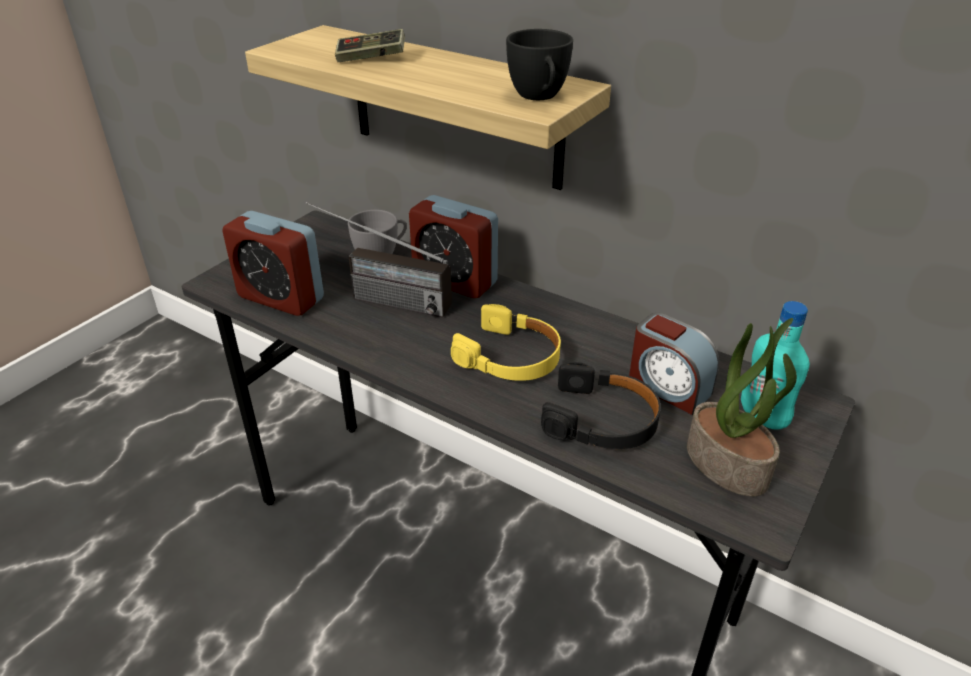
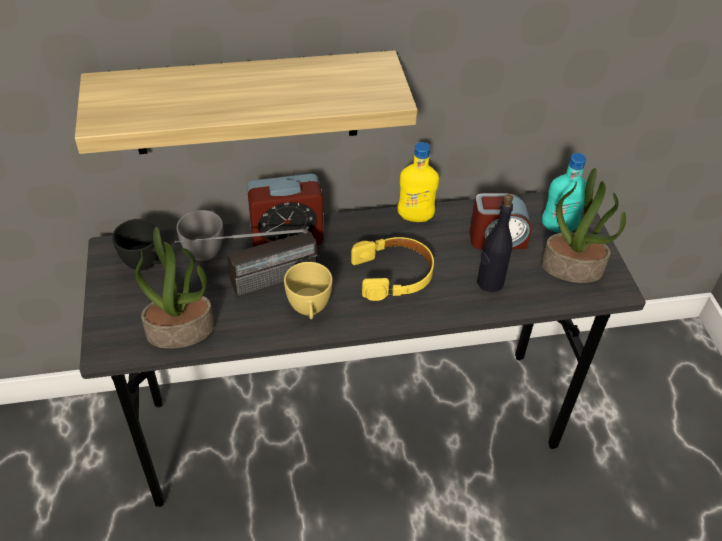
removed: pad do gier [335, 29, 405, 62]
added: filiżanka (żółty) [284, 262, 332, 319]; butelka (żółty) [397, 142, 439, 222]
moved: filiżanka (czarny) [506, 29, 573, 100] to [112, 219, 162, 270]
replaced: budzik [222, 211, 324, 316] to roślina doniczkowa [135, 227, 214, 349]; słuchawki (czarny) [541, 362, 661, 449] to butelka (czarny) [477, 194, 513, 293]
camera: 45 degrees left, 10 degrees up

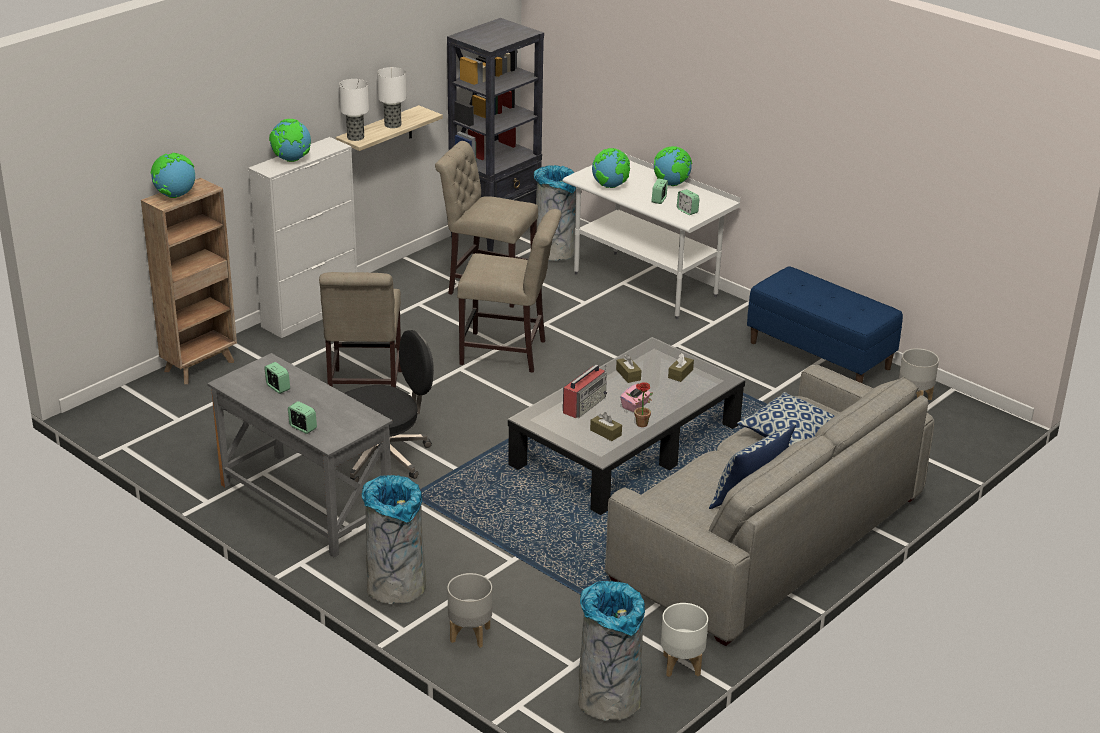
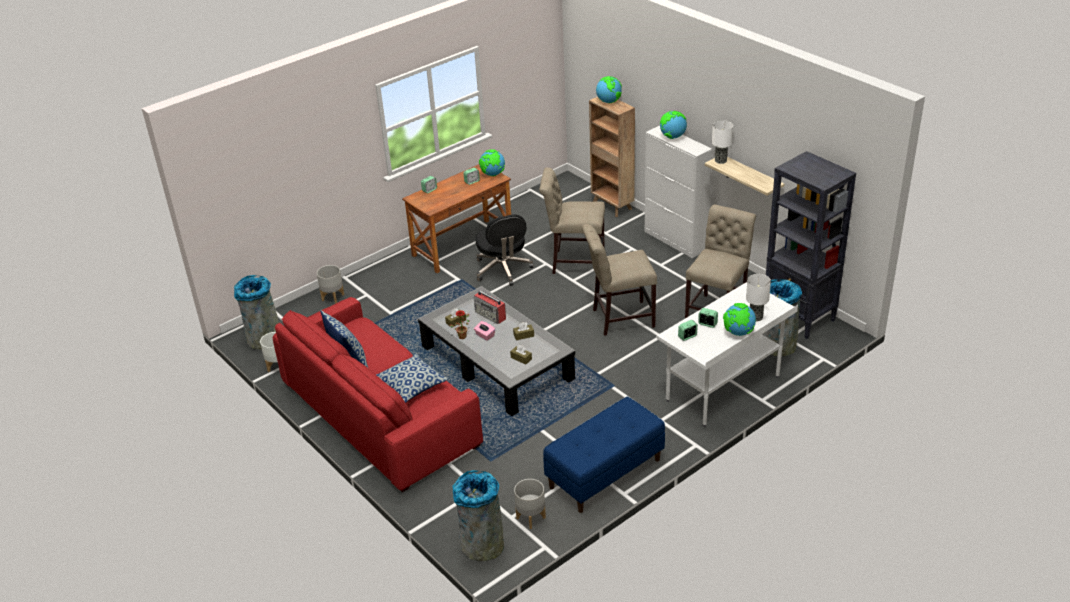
moved: kosz na śmieci (szary) [362, 475, 426, 604] to [452, 470, 504, 561]; lampa stołowa [377, 67, 406, 128] to [746, 274, 771, 321]; globus [592, 148, 630, 188] to [479, 149, 505, 176]
recoloured: biurko (szary) [207, 353, 393, 557] to biurko (brązowy) [402, 164, 511, 273]; kanapa (szary) [605, 365, 934, 646] to kanapa (czerwony) [273, 297, 483, 492]
turned: krzesło (beżowy) [457, 209, 562, 373] = [582, 224, 657, 336] 60 degrees clockwise
camera: 100 degrees right, 5 degrees up

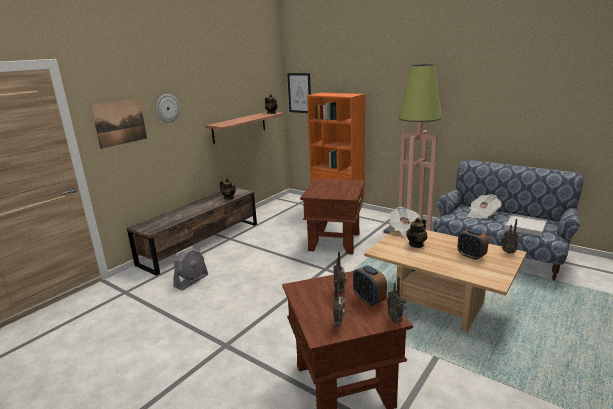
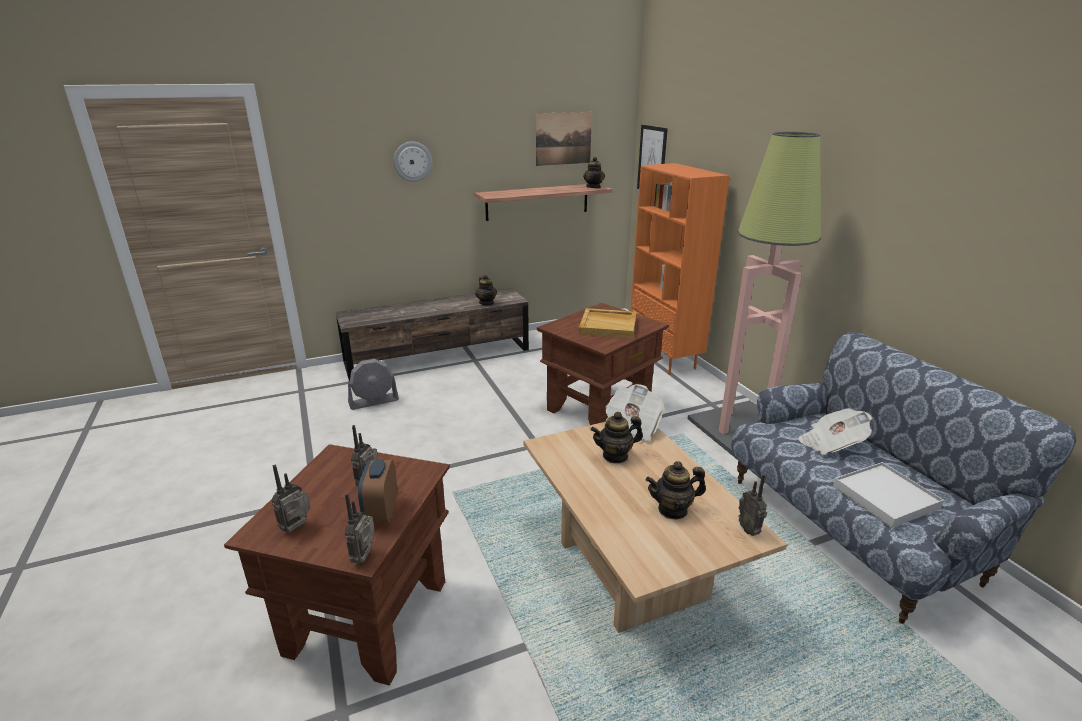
added: taca (beżowy) [579, 308, 636, 338]
moved: obraz [90, 99, 147, 149] to [535, 112, 592, 166]
replaced: budzik [457, 229, 489, 260] to imbryk [646, 461, 706, 519]
camera: 30 degrees right, 5 degrees up

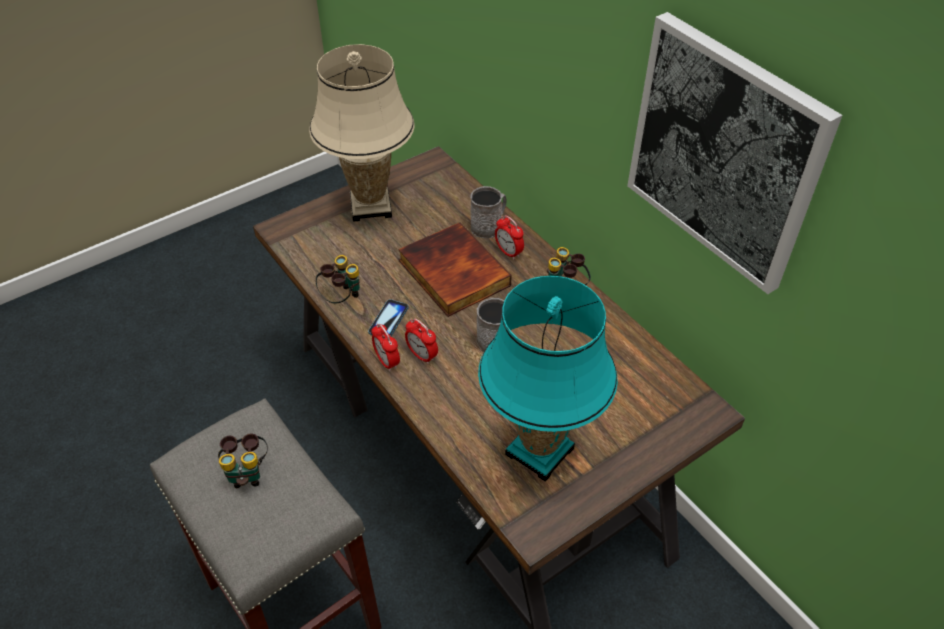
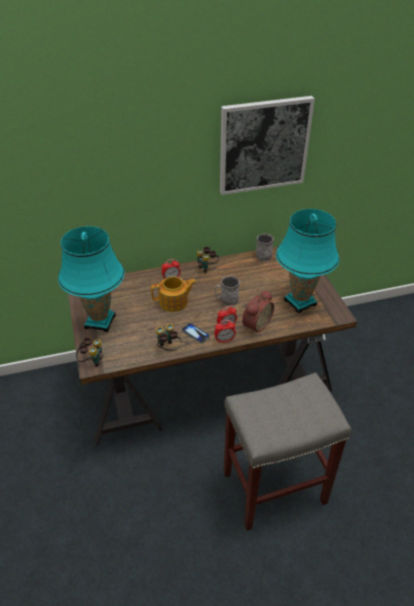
added: budzik [242, 290, 274, 334]
moved: lornetka [218, 434, 268, 488] to [76, 337, 104, 367]; kubek (szary) [470, 186, 506, 238] to [256, 233, 274, 261]
replaced: książka [398, 222, 512, 317] to imbryk [151, 276, 196, 312]
recoloured: lampa stołowa (beżowy) [309, 44, 415, 222] to lampa stołowa (turkusowy) [58, 226, 125, 332]
camera: 70 degrees left, 5 degrees down

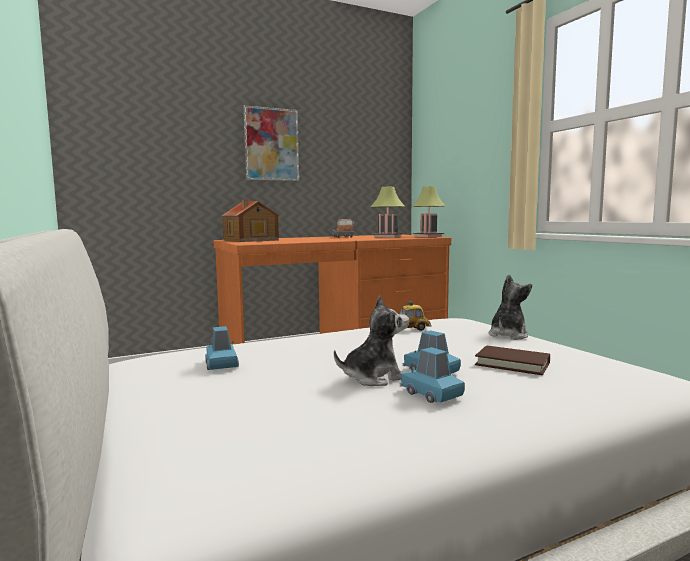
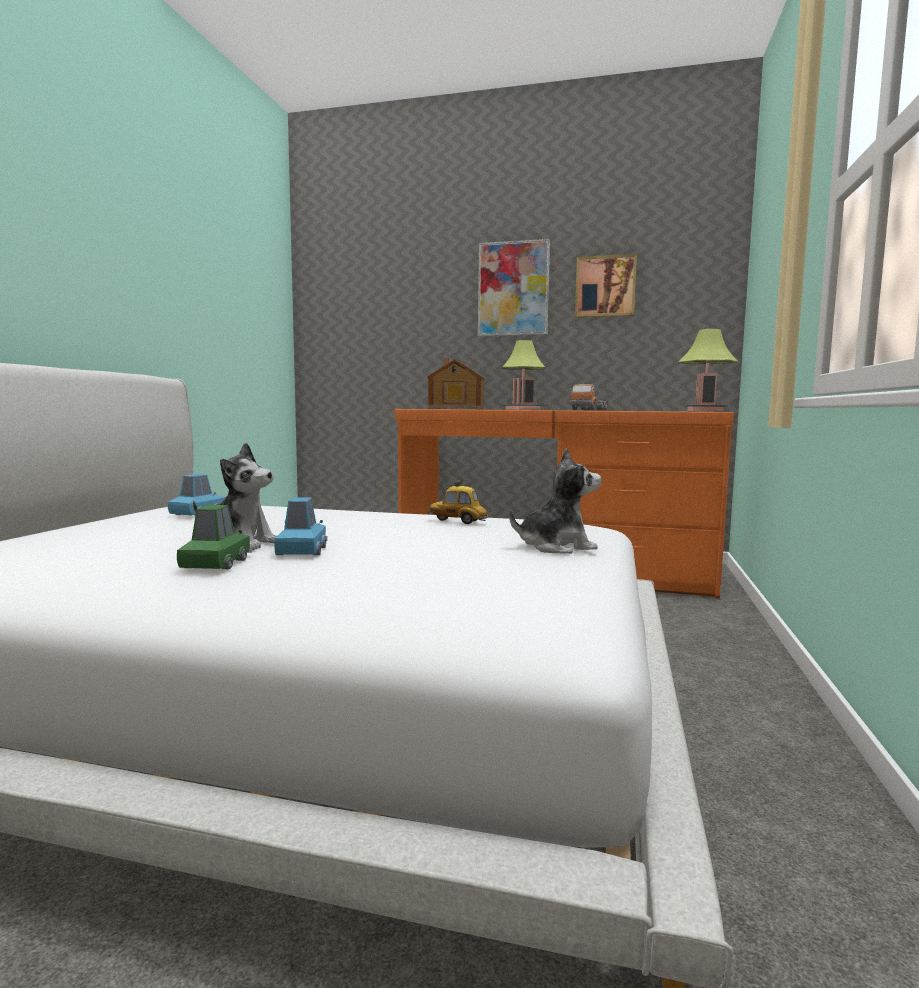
removed: książka (brązowy) [475, 346, 550, 375]
added: obraz [575, 254, 637, 317]
moved: lampa stołowa [370, 187, 405, 238] to [502, 340, 545, 410]
recoloured: samochodzik (niebieski) [400, 347, 465, 403] to samochodzik (zielony) [177, 505, 252, 569]
camera: 40 degrees right, 0 degrees up

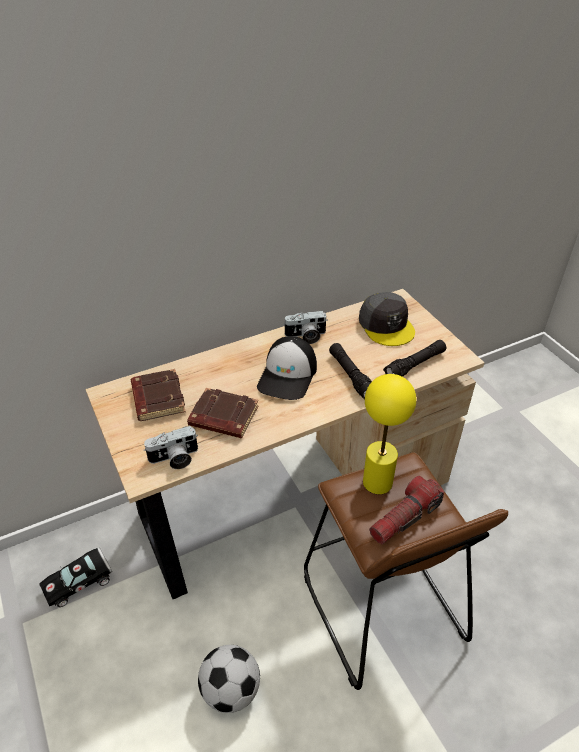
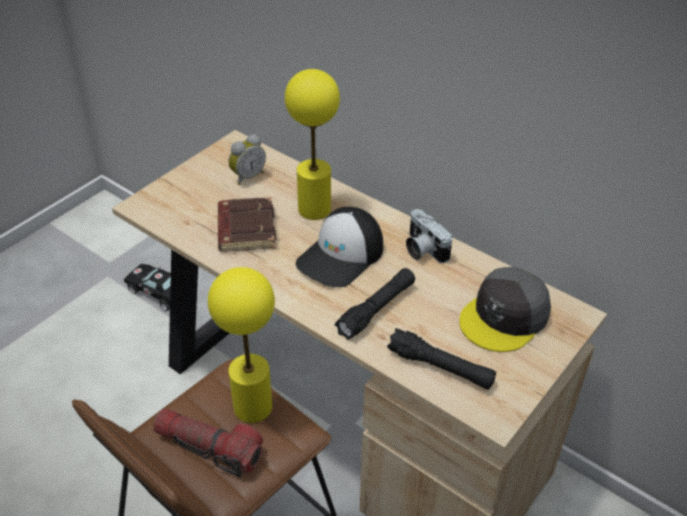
removed: aparat fotograficzny [144, 426, 198, 469]; piłka futbolowa [198, 645, 260, 713]
added: lampa stołowa (żółty) [285, 69, 340, 220]
replaced: książka (brązowy) [131, 369, 186, 421] to budzik [229, 134, 266, 185]
turned: czapka z daszkiem [257, 336, 317, 400] = [296, 207, 383, 287] 45 degrees counterclockwise
camera: 65 degrees right, 0 degrees up

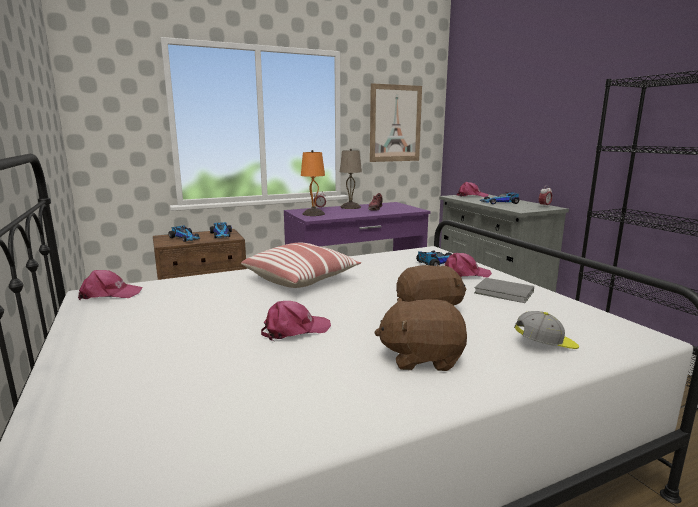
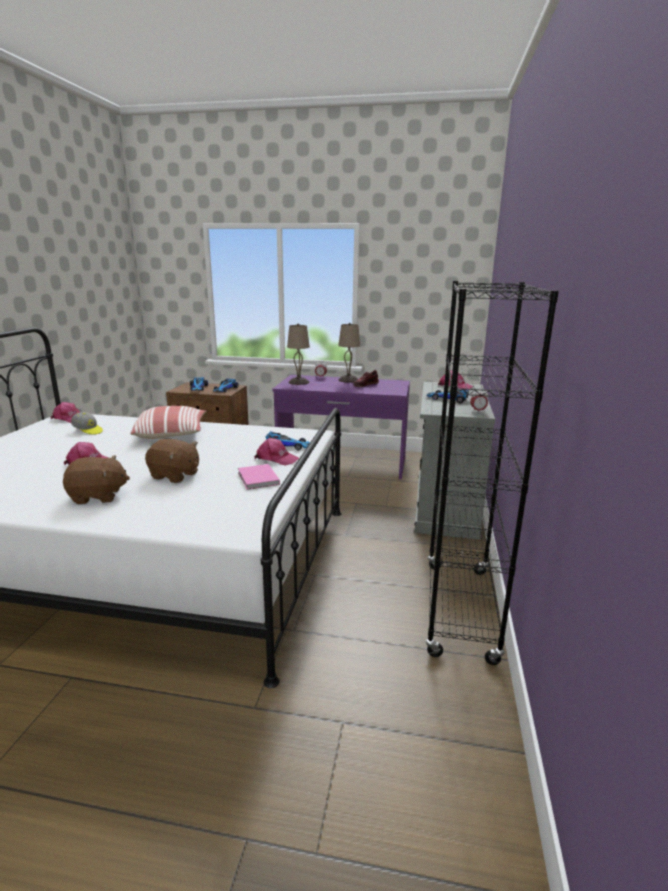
removed: obraz [370, 83, 422, 162]
moved: czapka z daszkiem [514, 311, 579, 349] to [71, 412, 103, 435]
recoloured: lampa stołowa (pomarańczowy) [301, 150, 325, 216] to lampa stołowa (beżowy) [287, 324, 310, 385]; książka (szary) [474, 278, 534, 303] to książka (różowy) [238, 464, 280, 490]
turned: pluszak (brązowy) [374, 298, 467, 371] = [63, 455, 130, 504] 135 degrees clockwise
camera: 35 degrees right, 5 degrees up

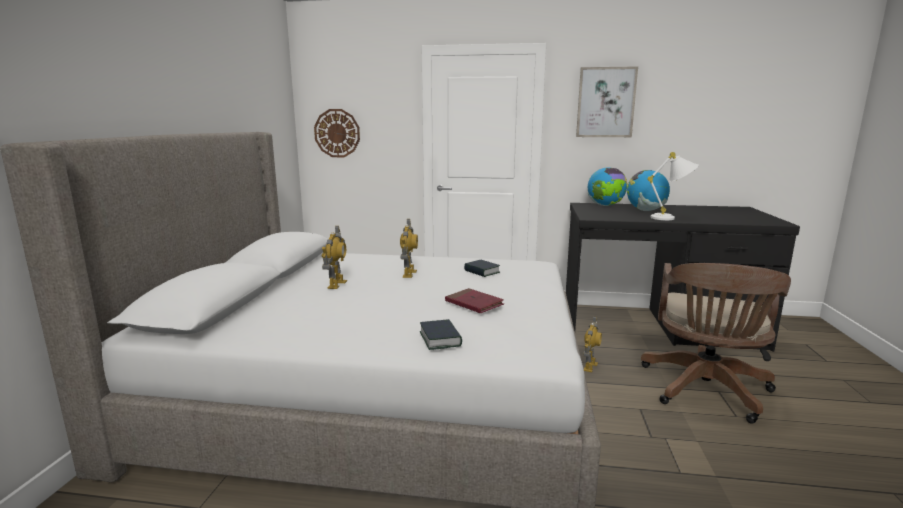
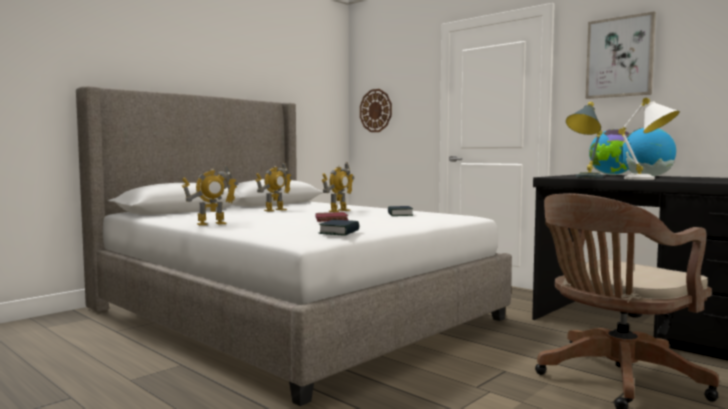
added: lampa stołowa (szary) [566, 102, 603, 178]
moved: książka [420, 319, 462, 350] to [318, 220, 359, 236]; robot zabawkowy [583, 316, 602, 372] to [182, 164, 239, 225]
camera: 35 degrees right, 10 degrees down

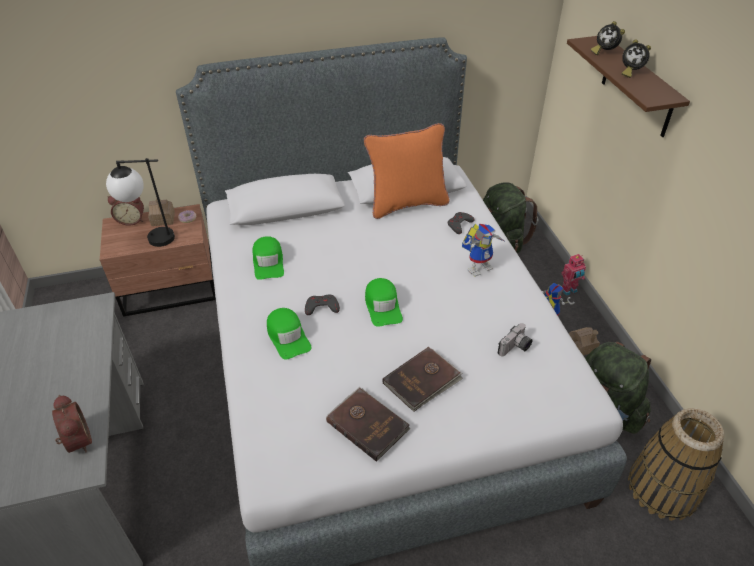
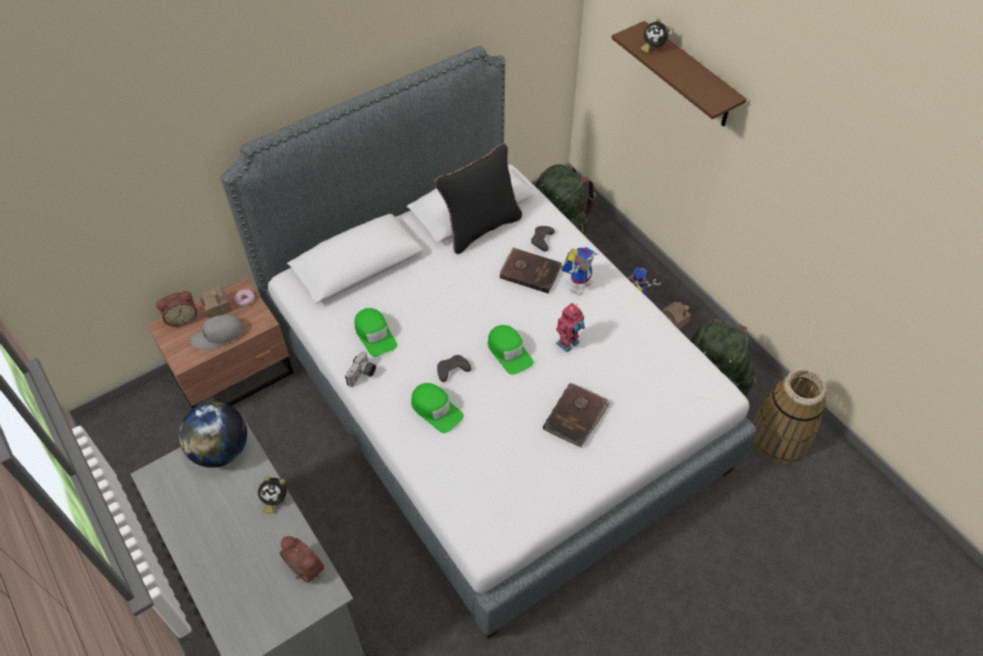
added: globus [179, 402, 247, 468]
moved: książka (brązowy) [326, 387, 411, 462] to [500, 247, 562, 294]; aparat fotograficzny [498, 323, 532, 357] to [345, 351, 376, 387]; robot zabawkowy [562, 254, 586, 296] to [556, 303, 585, 353]; budzik [621, 39, 651, 78] to [258, 476, 287, 514]
replaced: lampa stołowa [106, 158, 175, 247] to czapka z daszkiem (szary) [191, 314, 244, 350]
recoloured: poduszka (pomarańczowy) [364, 123, 449, 219] to poduszka (czarny) [434, 143, 522, 254]
camera: 20 degrees left, 10 degrees up

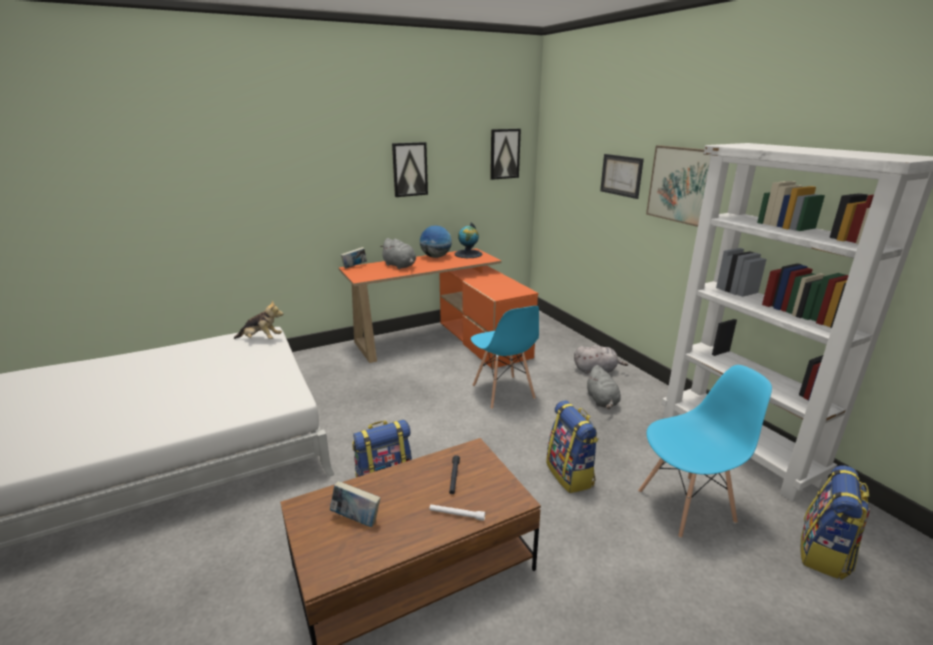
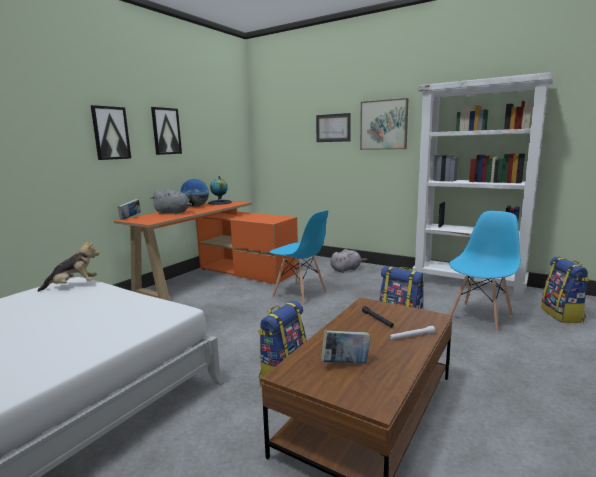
removed: pluszak (szary) [586, 365, 620, 409]
moved: obraz [490, 129, 521, 180] to [91, 105, 131, 160]
camera: 30 degrees left, 10 degrees down

